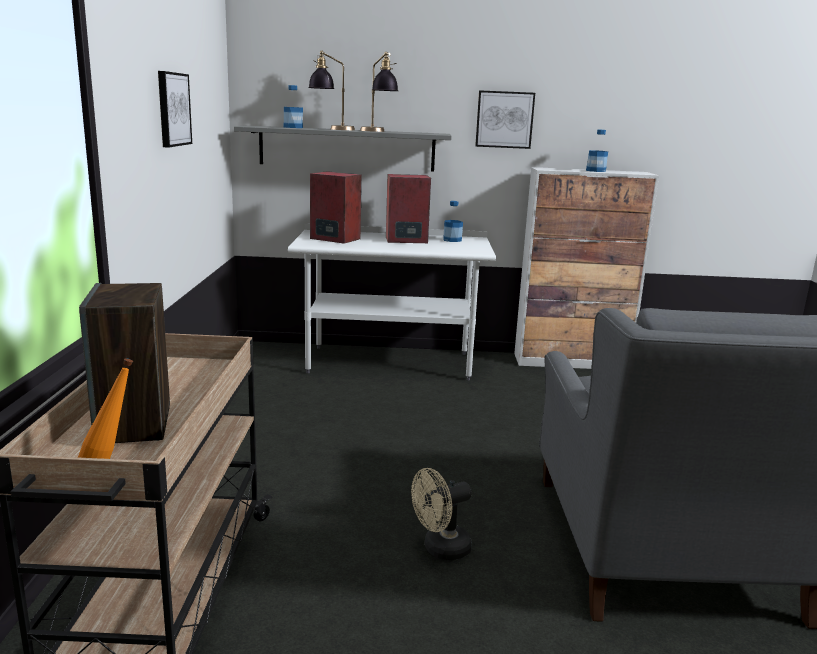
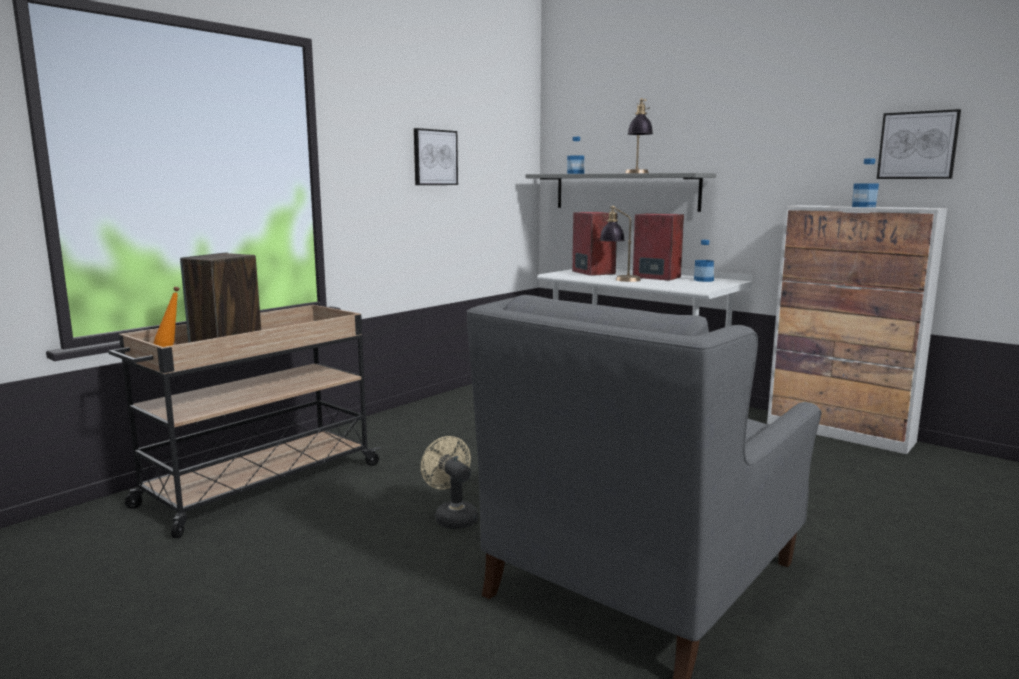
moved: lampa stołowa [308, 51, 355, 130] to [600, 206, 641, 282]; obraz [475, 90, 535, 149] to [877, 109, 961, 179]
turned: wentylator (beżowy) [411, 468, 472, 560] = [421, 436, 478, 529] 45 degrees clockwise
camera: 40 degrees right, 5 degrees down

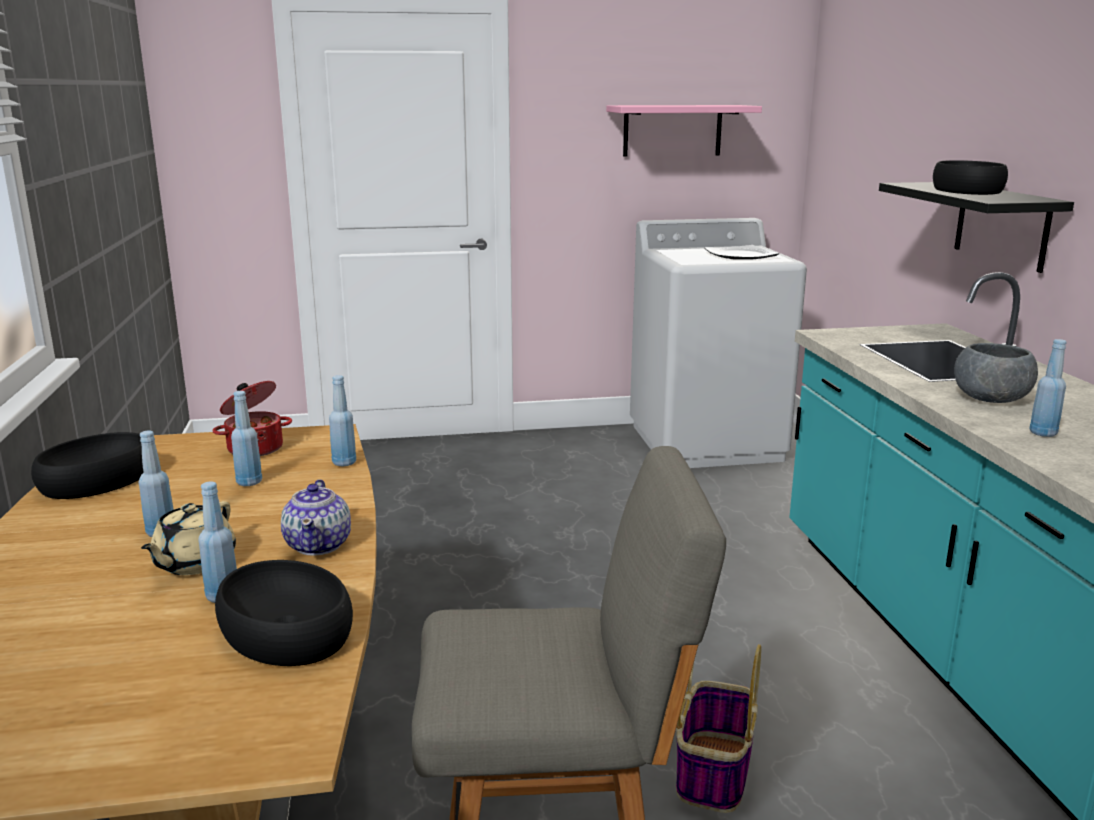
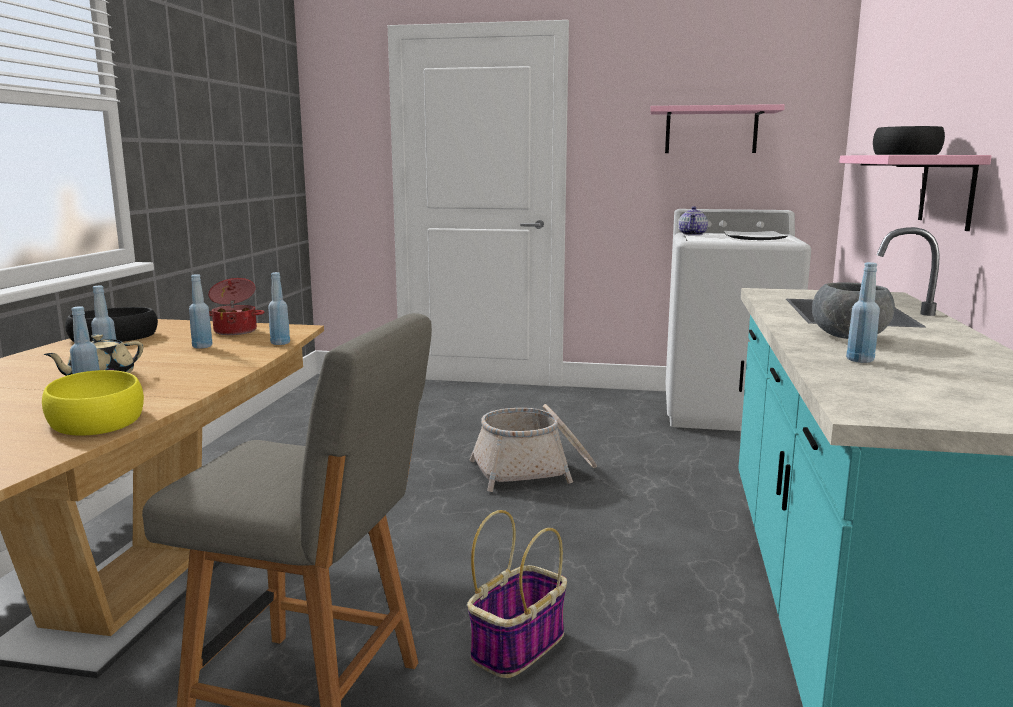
added: koszyk [469, 404, 597, 492]
moved: imbryk [281, 479, 351, 556] to [679, 206, 708, 236]
recoloured: miska (czarny) [215, 560, 353, 666] to miska (żółty) [42, 370, 144, 436]; półka (czarny) [879, 182, 1074, 273] to półka (różowy) [839, 155, 992, 231]
camera: 20 degrees right, 5 degrees down

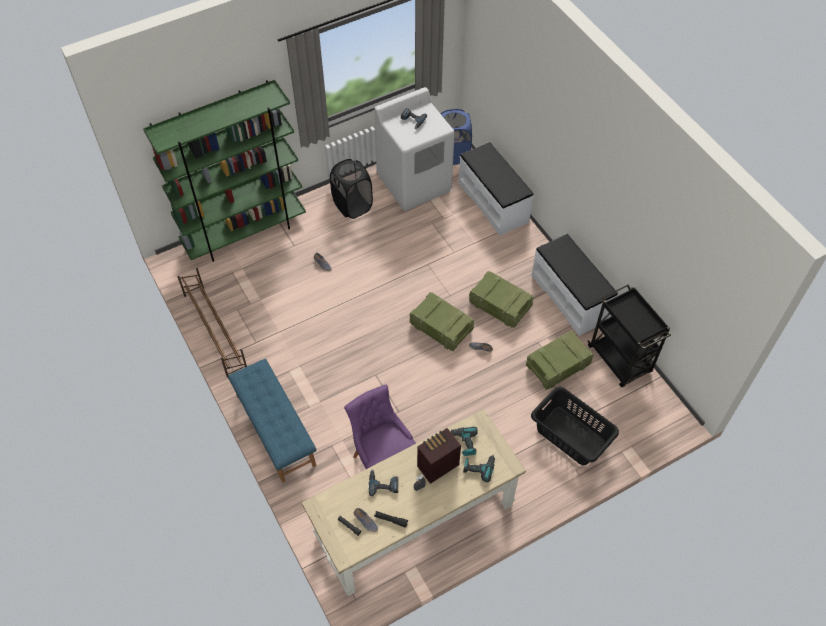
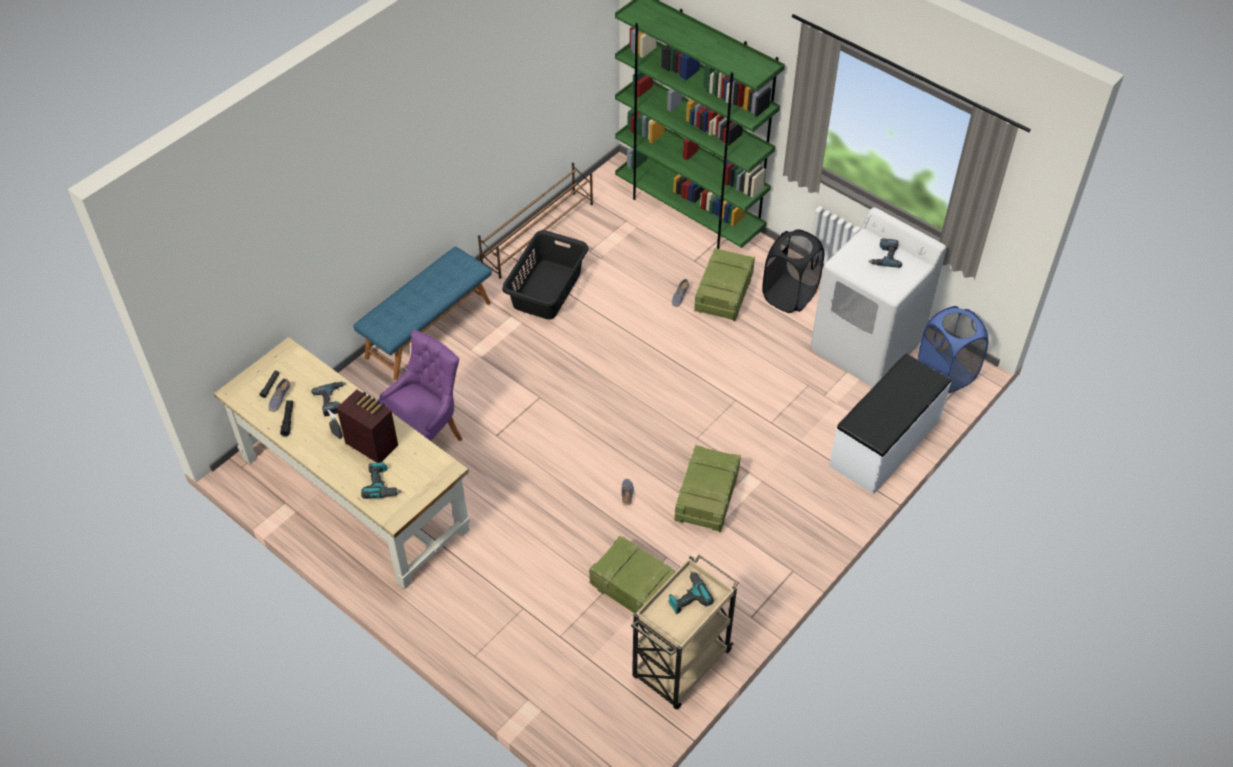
removed: ławka (biały) [531, 234, 618, 336]
moved: skrzynka [410, 292, 474, 351] to [694, 248, 755, 321]; wiertarka [450, 427, 478, 456] to [668, 571, 714, 614]; kosz na pranie (czarny) [531, 387, 619, 465] to [502, 230, 589, 319]
recoloured: wózek (czarny) [588, 285, 671, 387] to wózek (beżowy) [631, 555, 739, 710]
camera: 70 degrees right, 5 degrees down

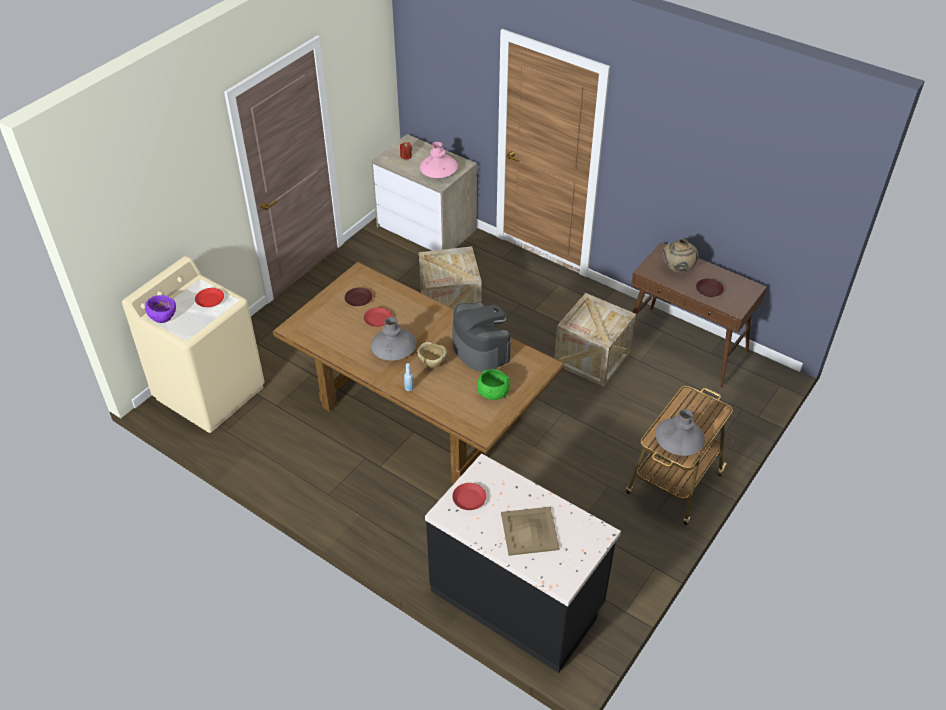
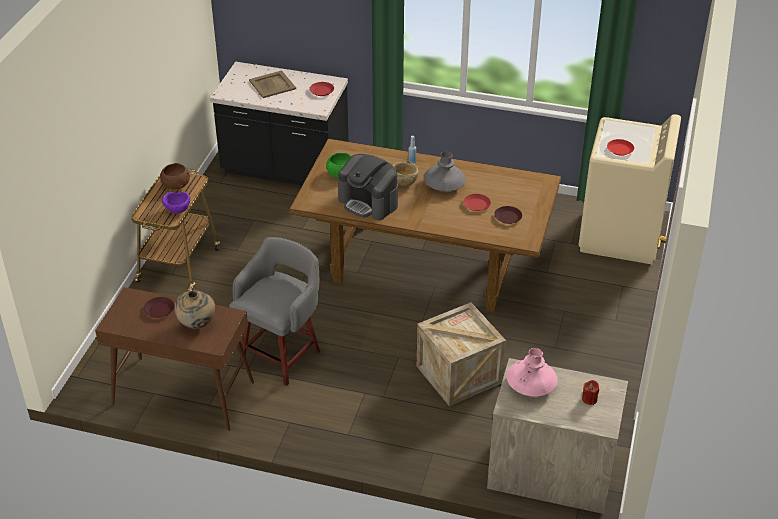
moved: miska (fioletowy) [145, 295, 176, 323] to [162, 192, 190, 214]
replaced: skrzynka [555, 293, 636, 387] to stołek (szary) [229, 237, 320, 386]; wazon (szary) [655, 409, 705, 456] to miska (brązowy) [160, 163, 190, 189]
camera: 160 degrees right, 5 degrees down

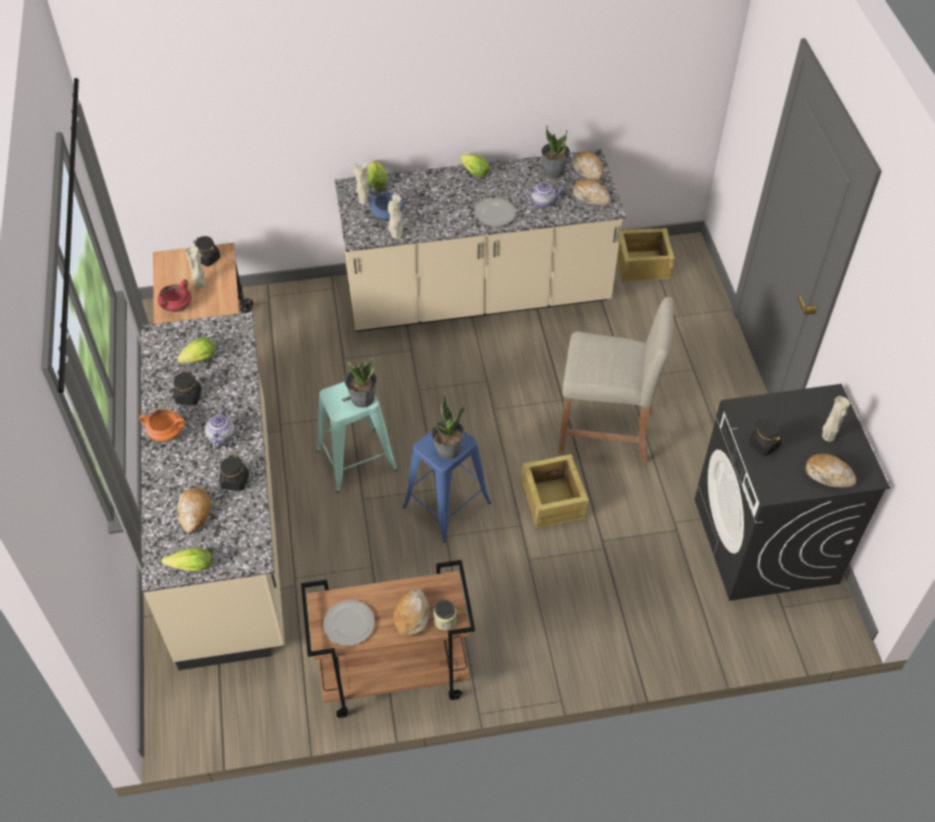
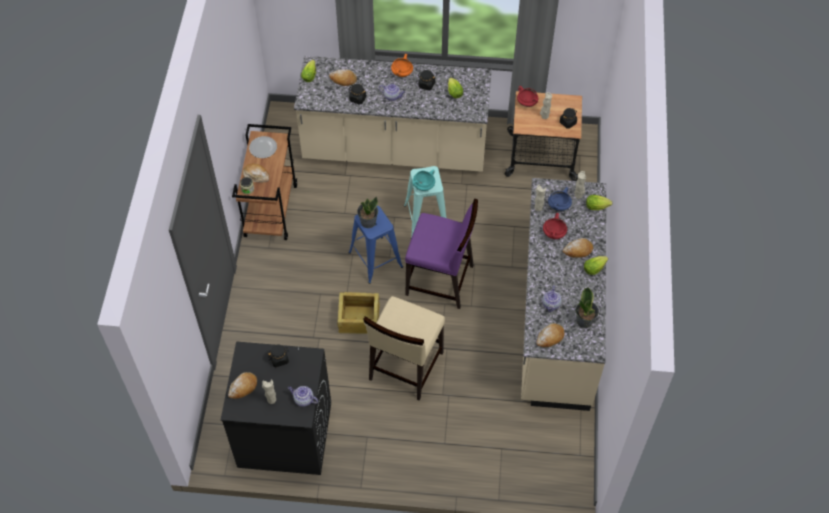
removed: talerz [475, 198, 516, 226]; skrzynka [617, 228, 675, 281]
added: imbryk [288, 386, 318, 407]; krzesło (fioletowy) [405, 198, 478, 309]; garnek (czerwony) [543, 213, 567, 239]
moved: chleb [572, 151, 604, 182] to [562, 238, 593, 258]
replaced: roślina doniczkowa [345, 358, 377, 408] to garnek (turkusowy) [412, 170, 435, 191]; stołek (beżowy) [559, 296, 673, 463] to krzesło (beżowy) [363, 296, 445, 401]
camera: 105 degrees right, 5 degrees up

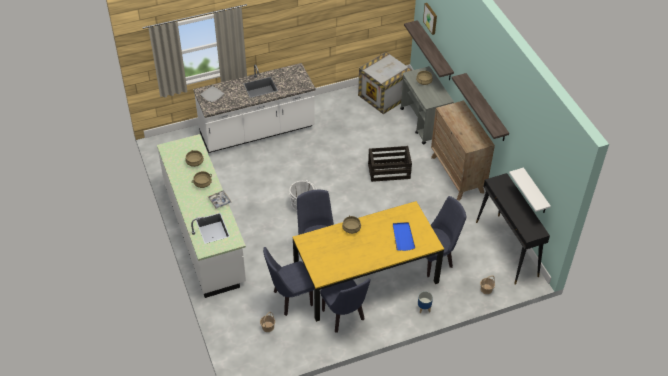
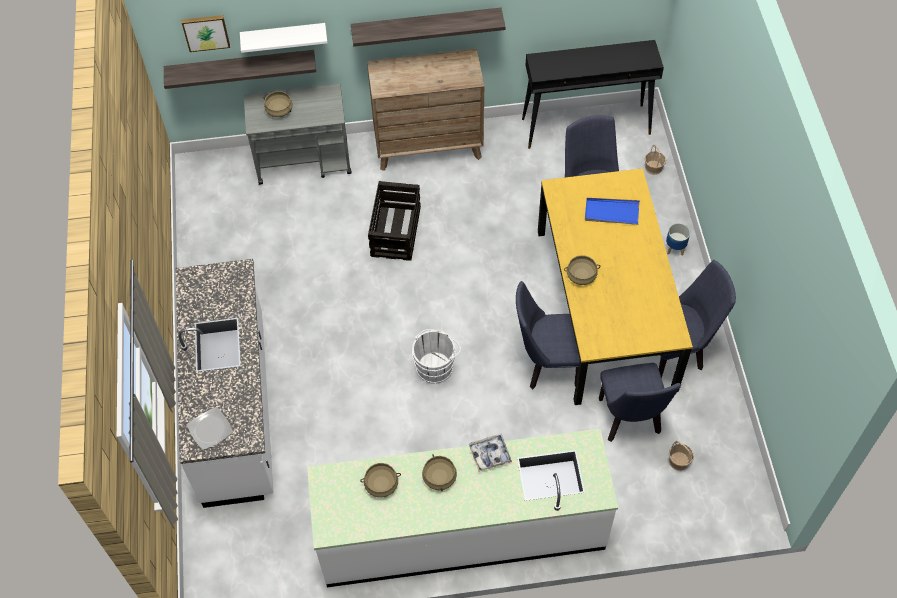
removed: skrzynka [358, 52, 412, 114]
moved: półka (biały) [509, 168, 551, 213] to [240, 23, 327, 53]
camera: 75 degrees left, 10 degrees up

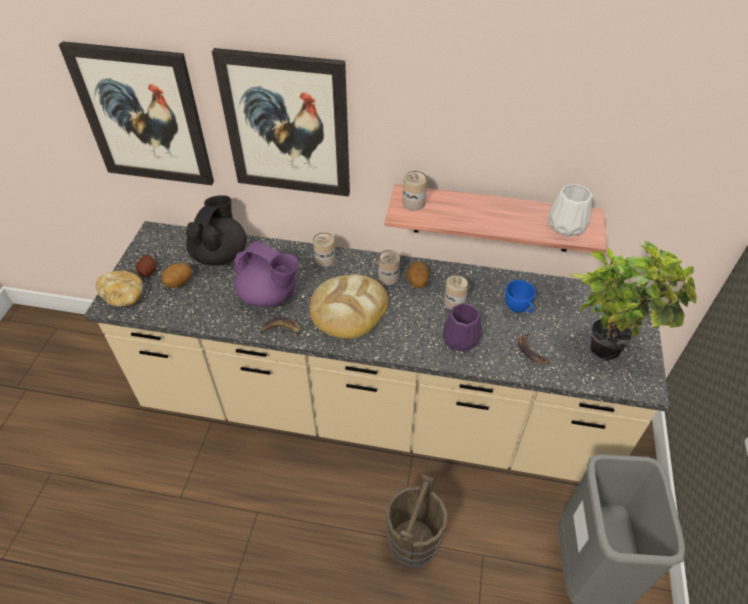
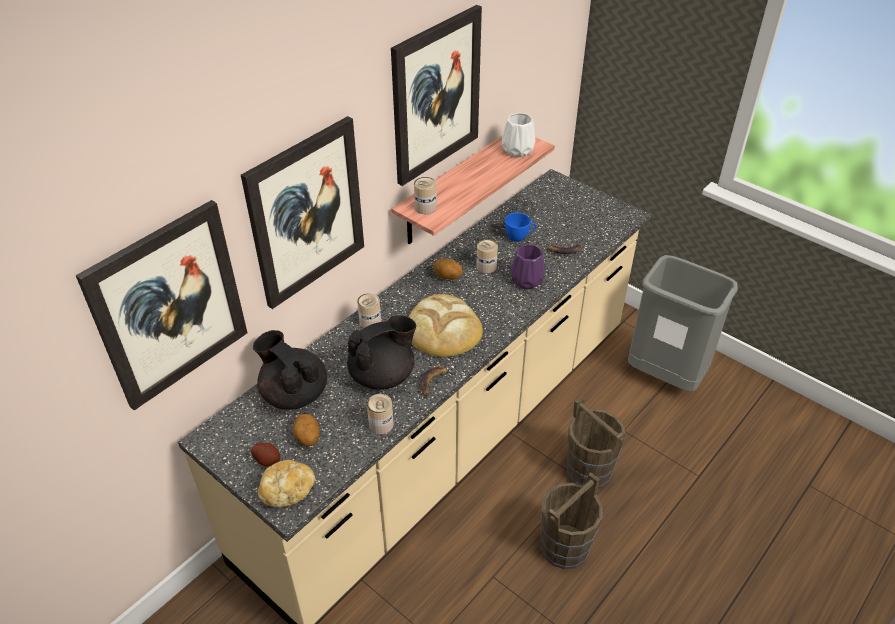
removed: roślina doniczkowa [570, 241, 697, 361]
added: obraz [391, 5, 482, 186]; wiadro (brązowy) [541, 472, 603, 569]
moved: puszka [378, 250, 400, 285] to [367, 394, 394, 434]
recoloured: imbryk (fioletowy) [234, 241, 299, 307] to imbryk (czarny) [347, 315, 416, 390]
camera: 60 degrees left, 5 degrees down

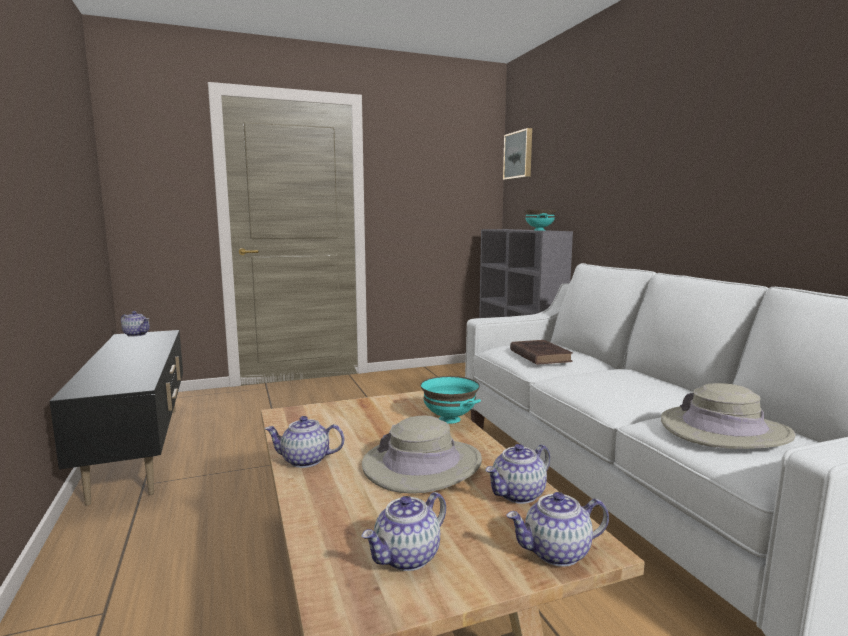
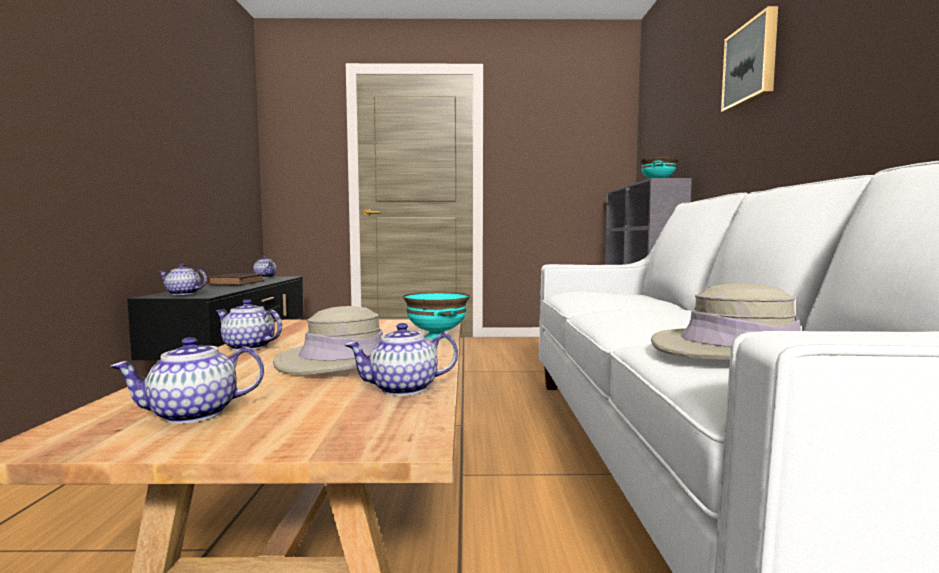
moved: obraz [503, 128, 532, 180] to [721, 6, 778, 112]; imbryk [506, 492, 609, 567] to [159, 264, 207, 295]; książka (brązowy) [510, 340, 573, 365] to [208, 274, 264, 285]
camera: 20 degrees right, 5 degrees down

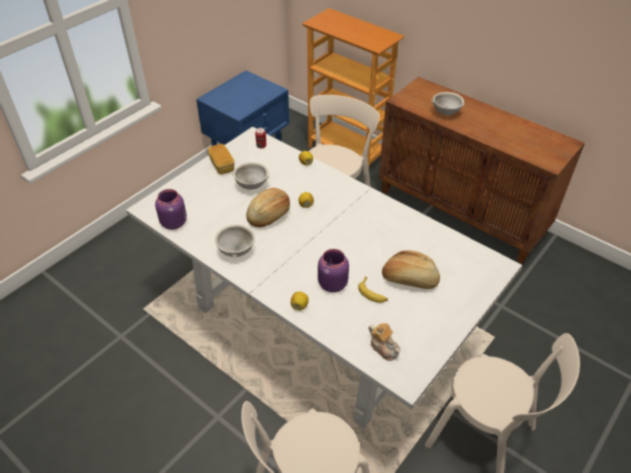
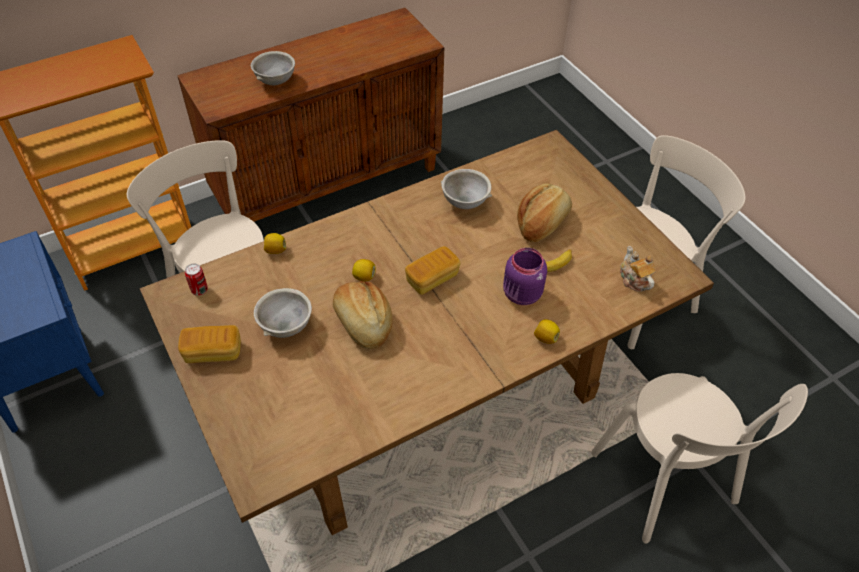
removed: słoik (fioletowy) [155, 189, 187, 230]
added: chleb [405, 246, 461, 295]
moved: miska (szary) [215, 225, 255, 257] to [441, 169, 492, 209]
recoloured: stół jadalny (biały) [126, 127, 522, 428] to stół jadalny (brązowy) [140, 130, 714, 535]
turned: imbryk [368, 323, 401, 361] = [620, 246, 656, 292] 90 degrees counterclockwise
camera: 70 degrees left, 5 degrees up

